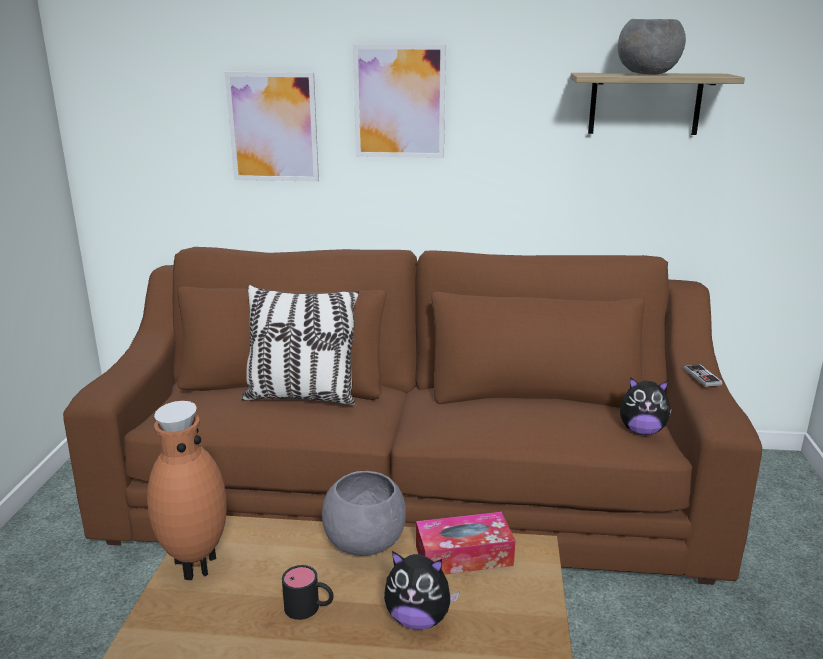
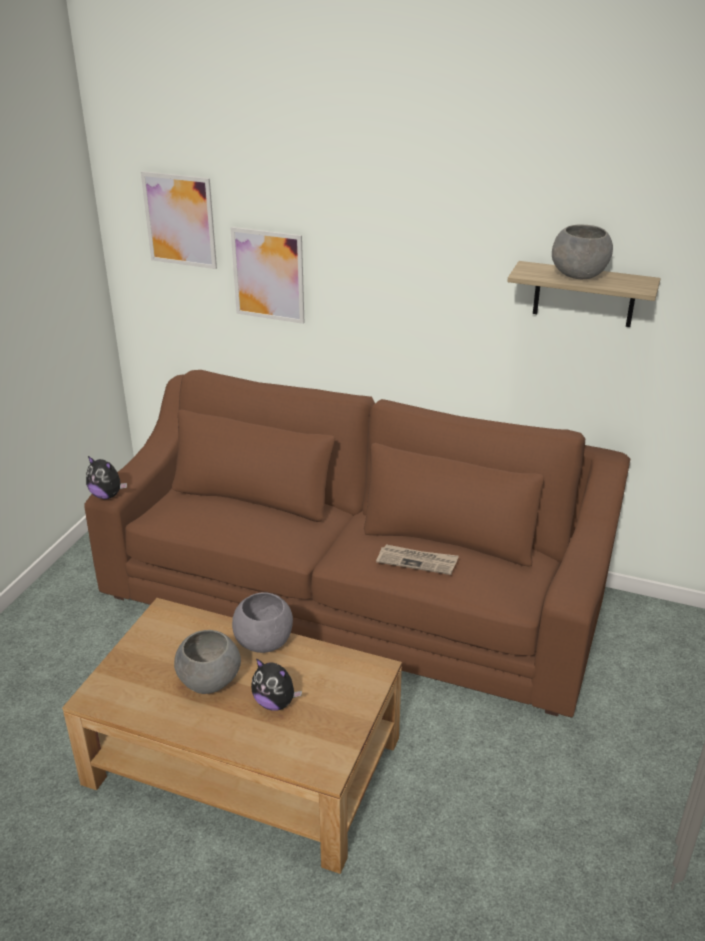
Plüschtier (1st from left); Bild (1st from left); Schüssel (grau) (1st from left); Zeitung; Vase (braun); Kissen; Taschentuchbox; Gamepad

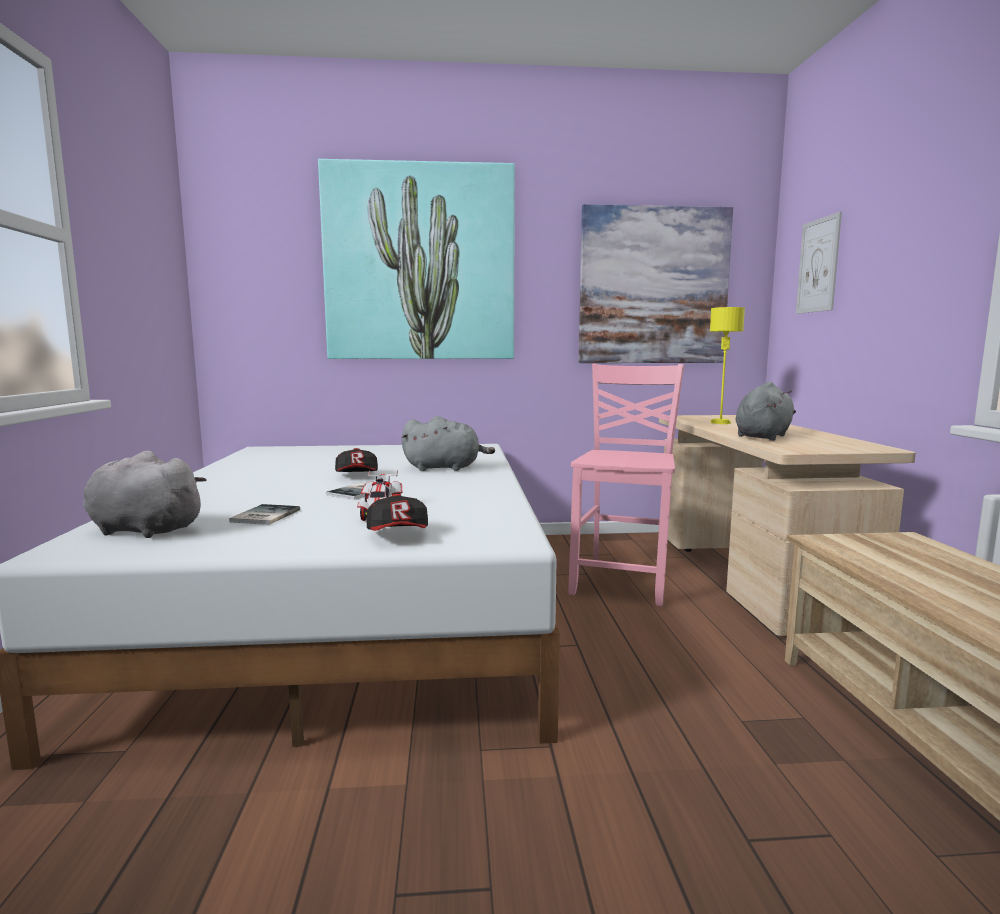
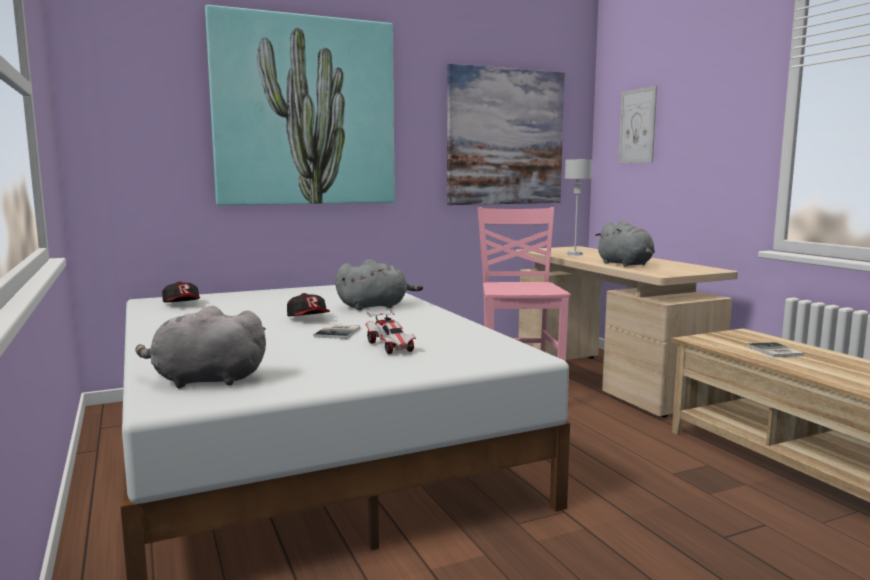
Kappe (1st from left); Tischlampe (grau); Plüschtier (grau) (3rd from left); Buch (2nd from left)

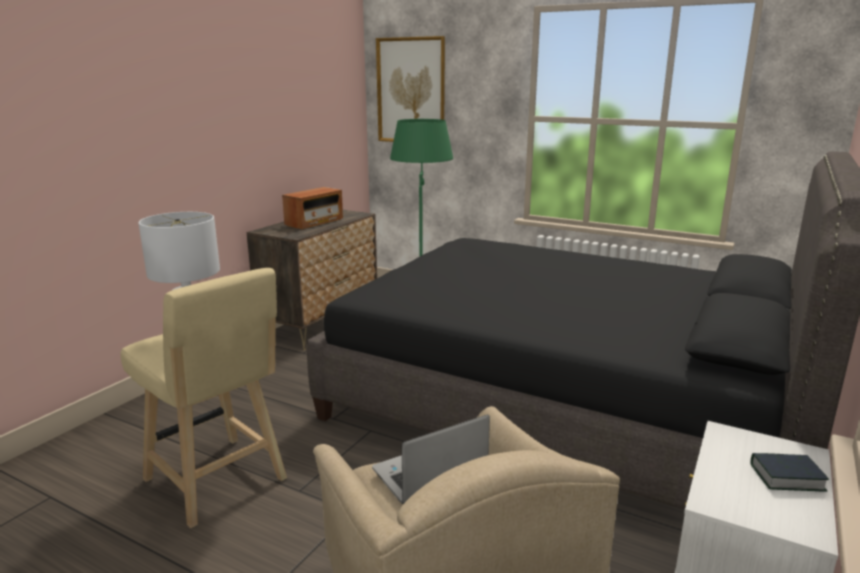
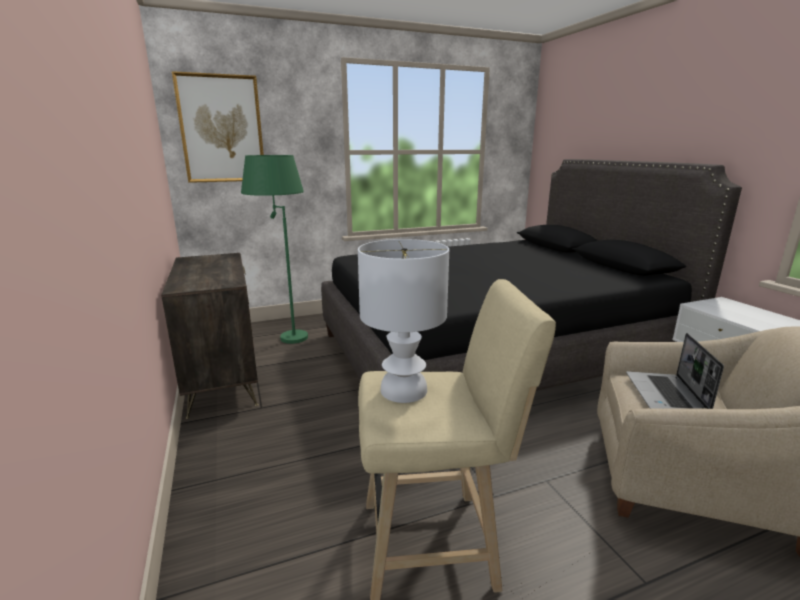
Radio; Buch

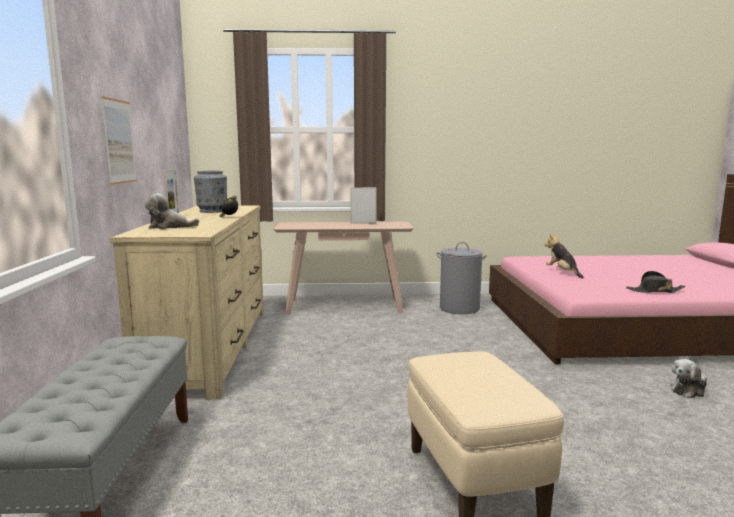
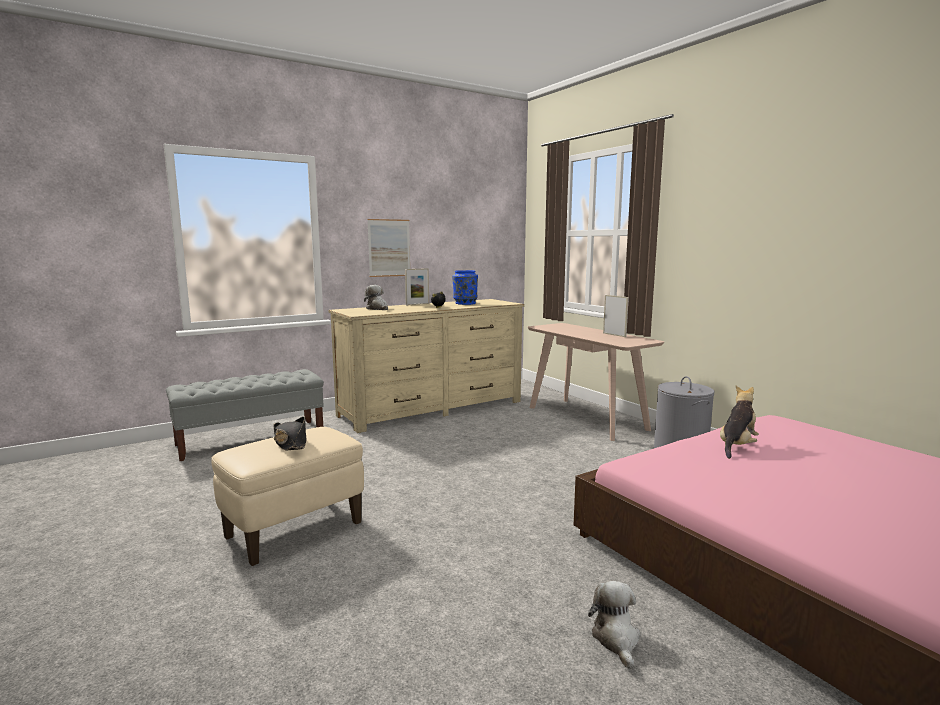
Hut (schwarz); Vase (blau); Plüschtier (2nd from left)

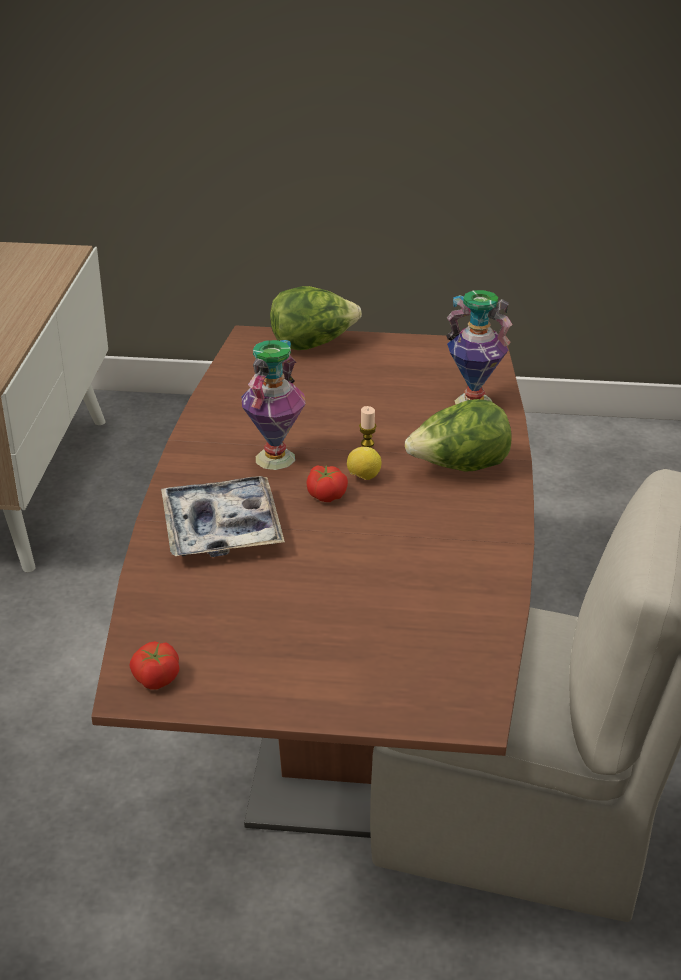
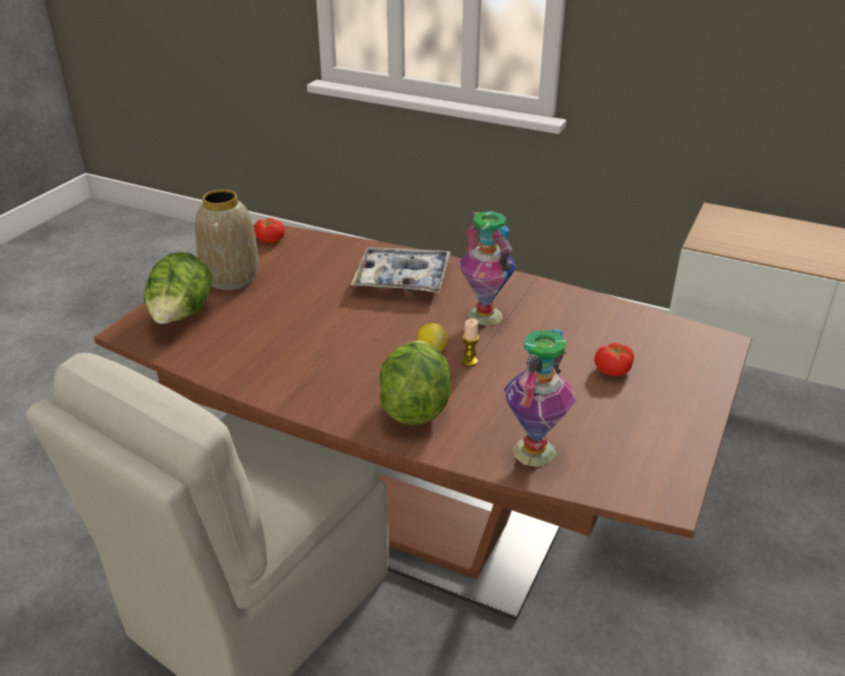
Salatkopf (1st from left); Vase (1st from left); Tomate (2nd from left)

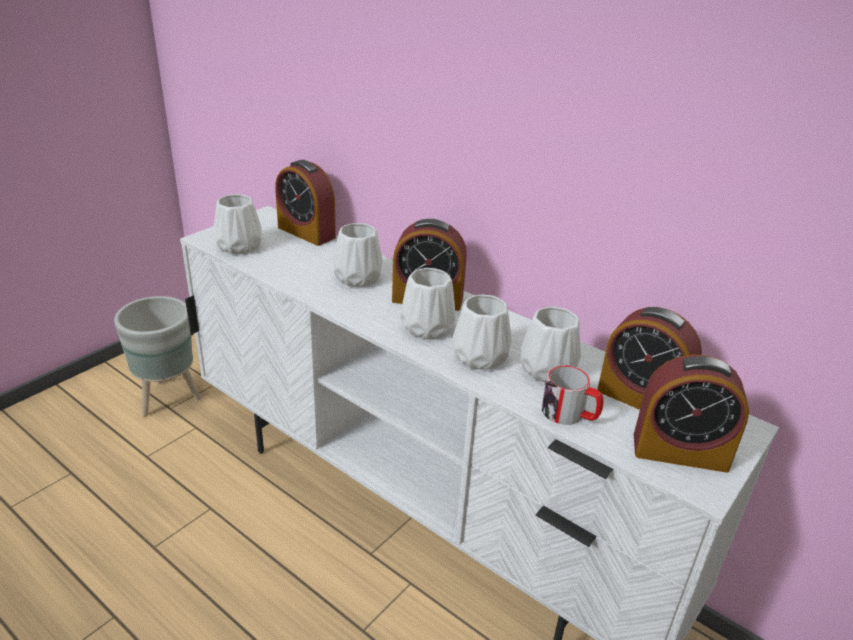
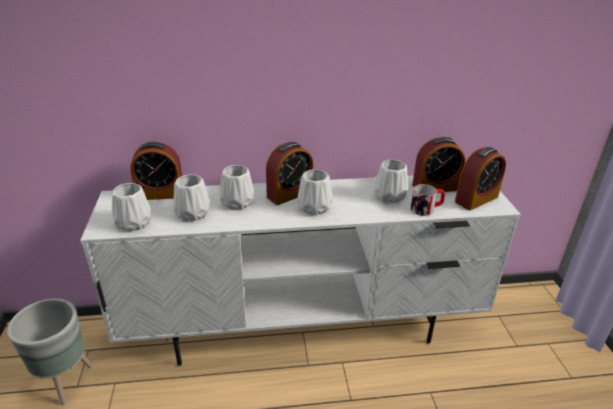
Vase (weiß) (2nd from left)

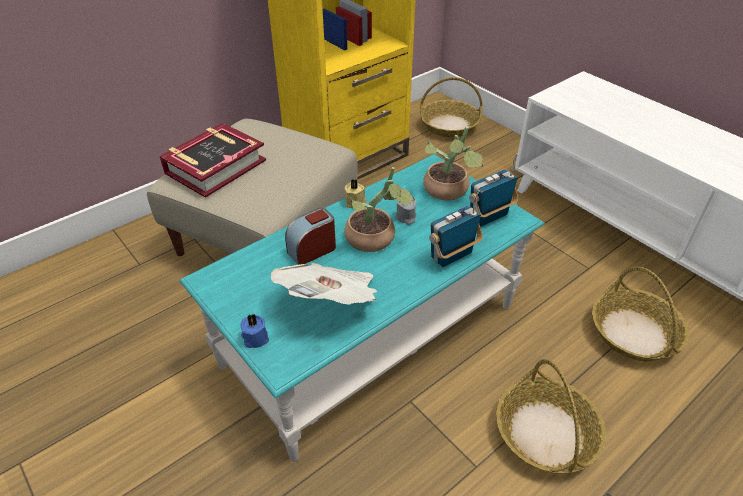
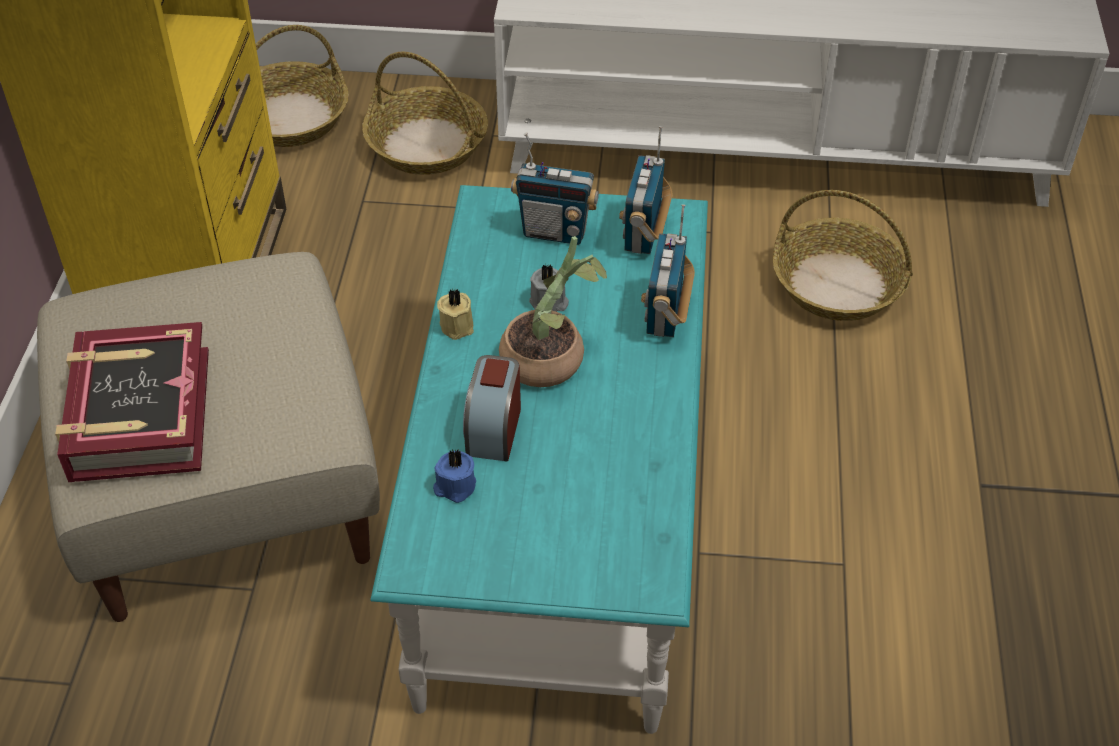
Korb (2nd from left); Kerze (blau); Radio (1st from left); Zeitung

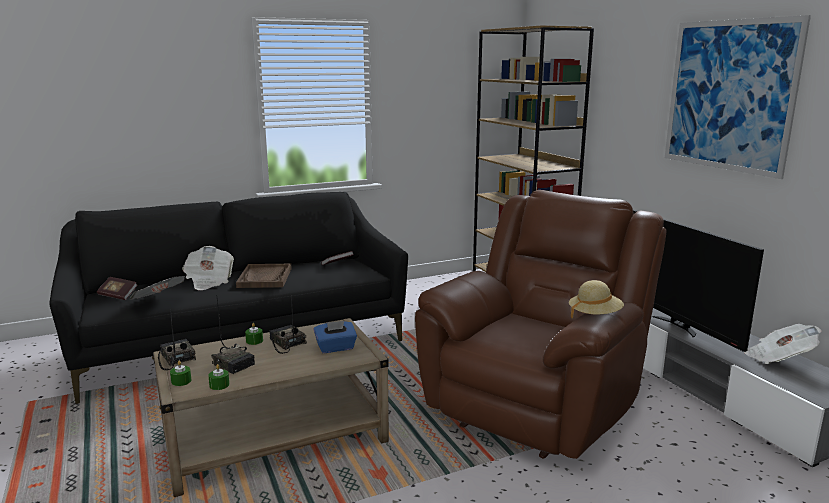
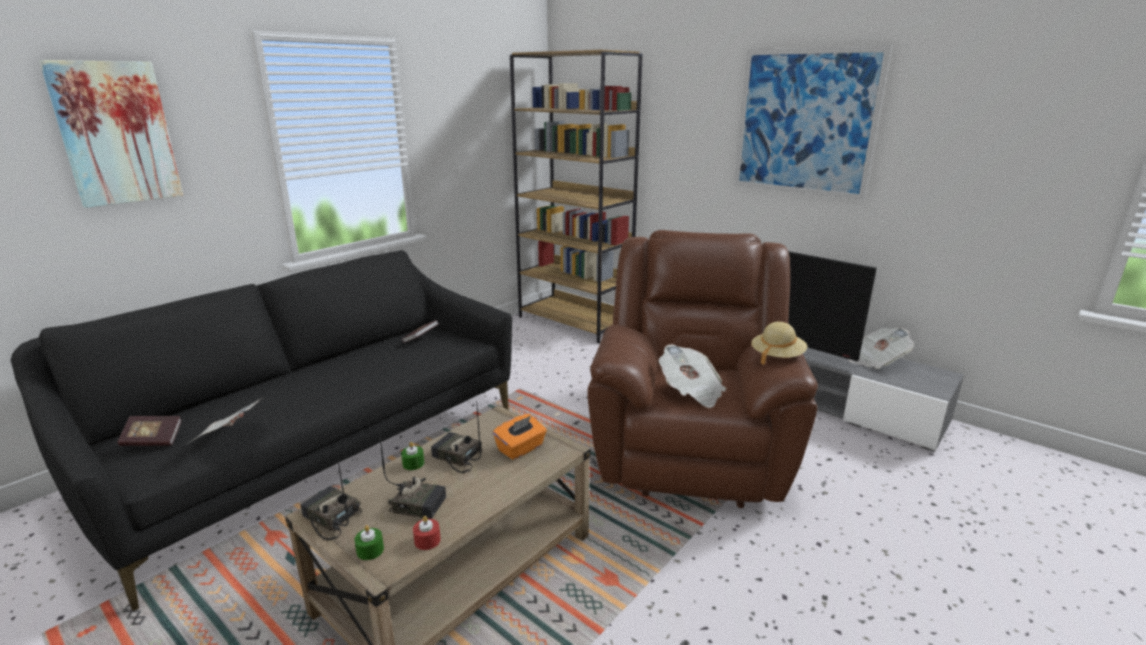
Bild (1st from left); Kerze (rot); Taschentuchbox (orange); Zeitung (2nd from left); Tablett (braun)

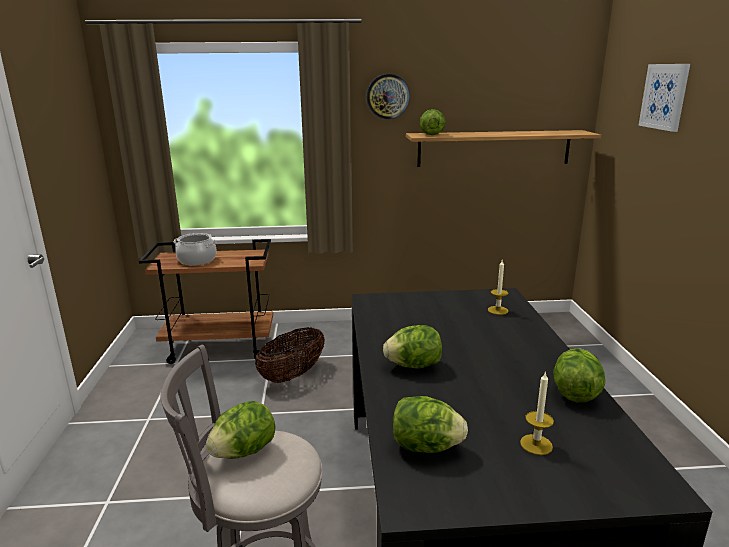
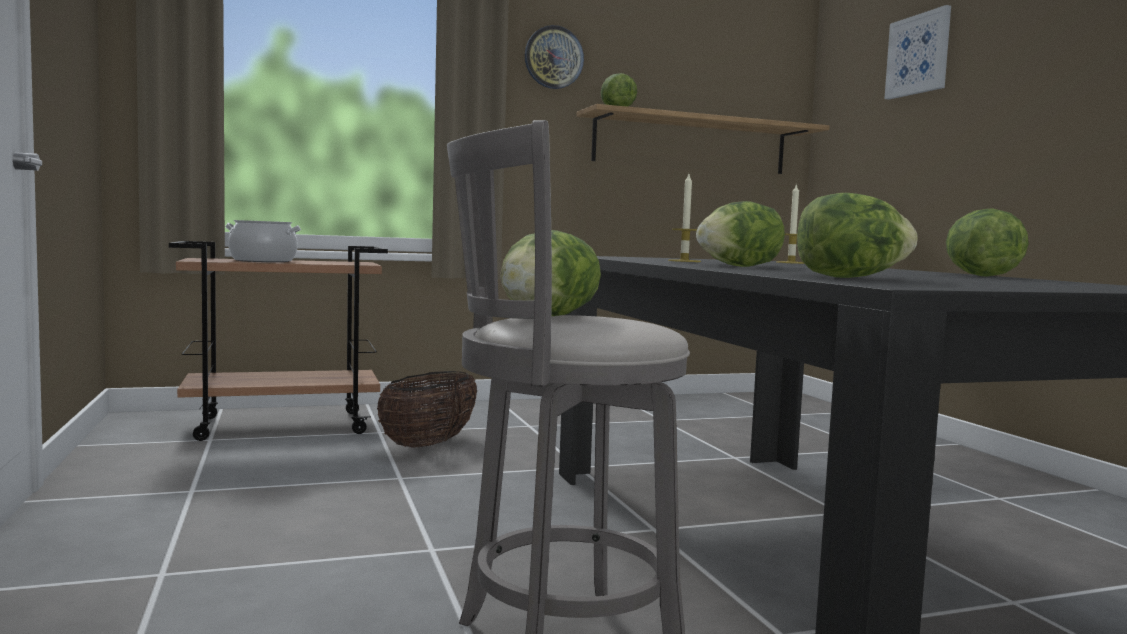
Kerze (1st from left)

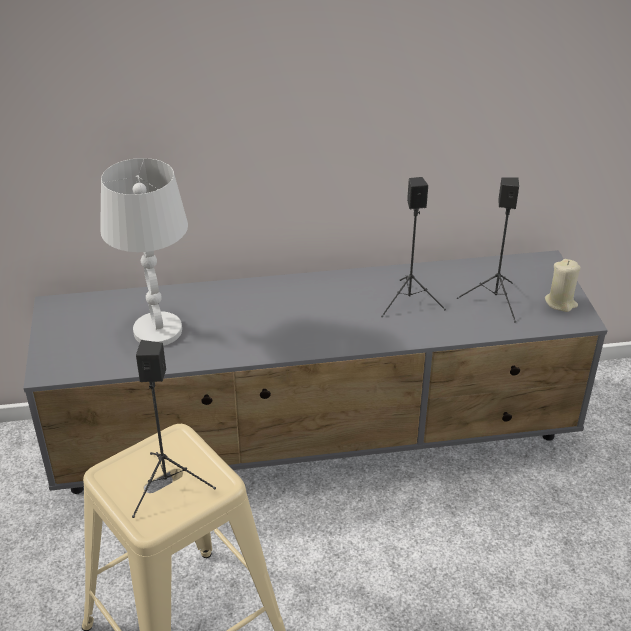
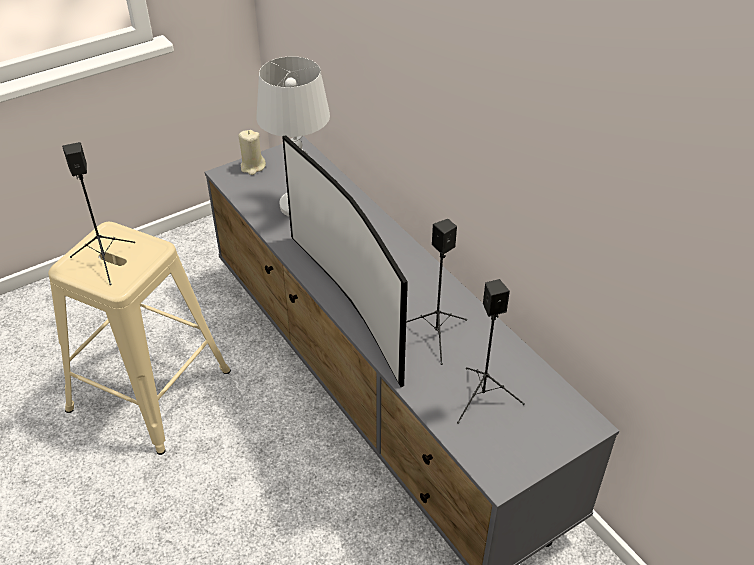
Kerze (beige); Fernseher

